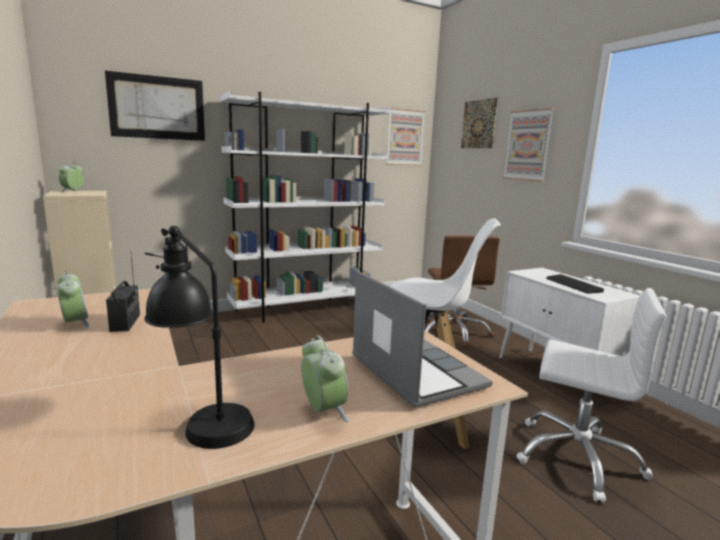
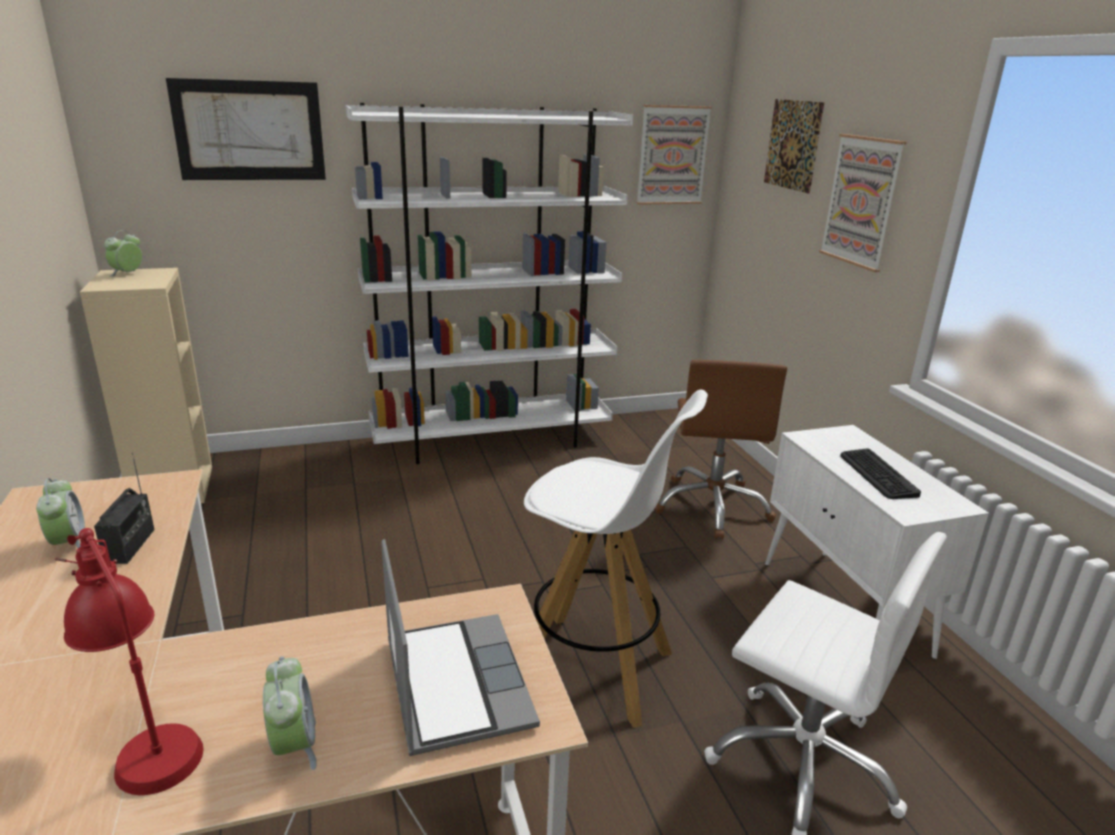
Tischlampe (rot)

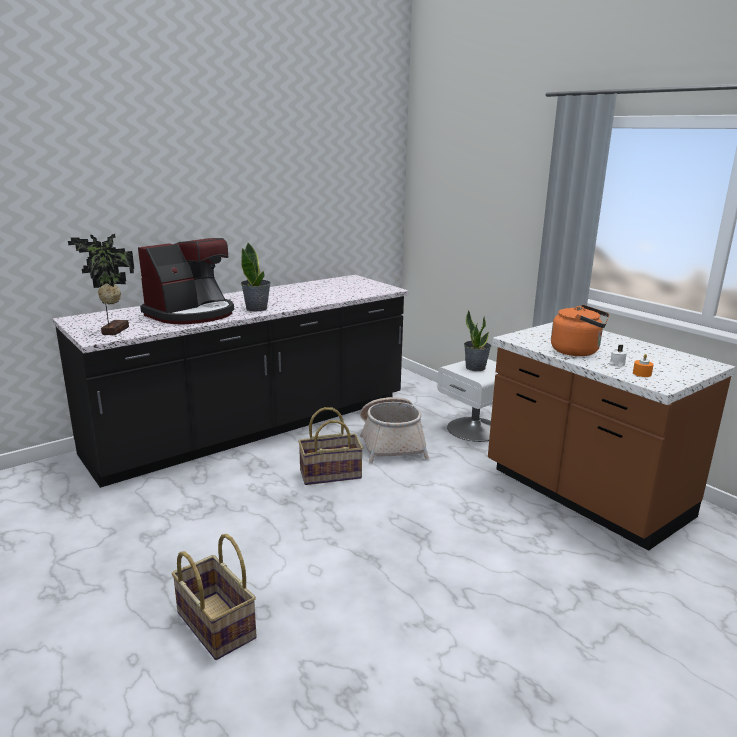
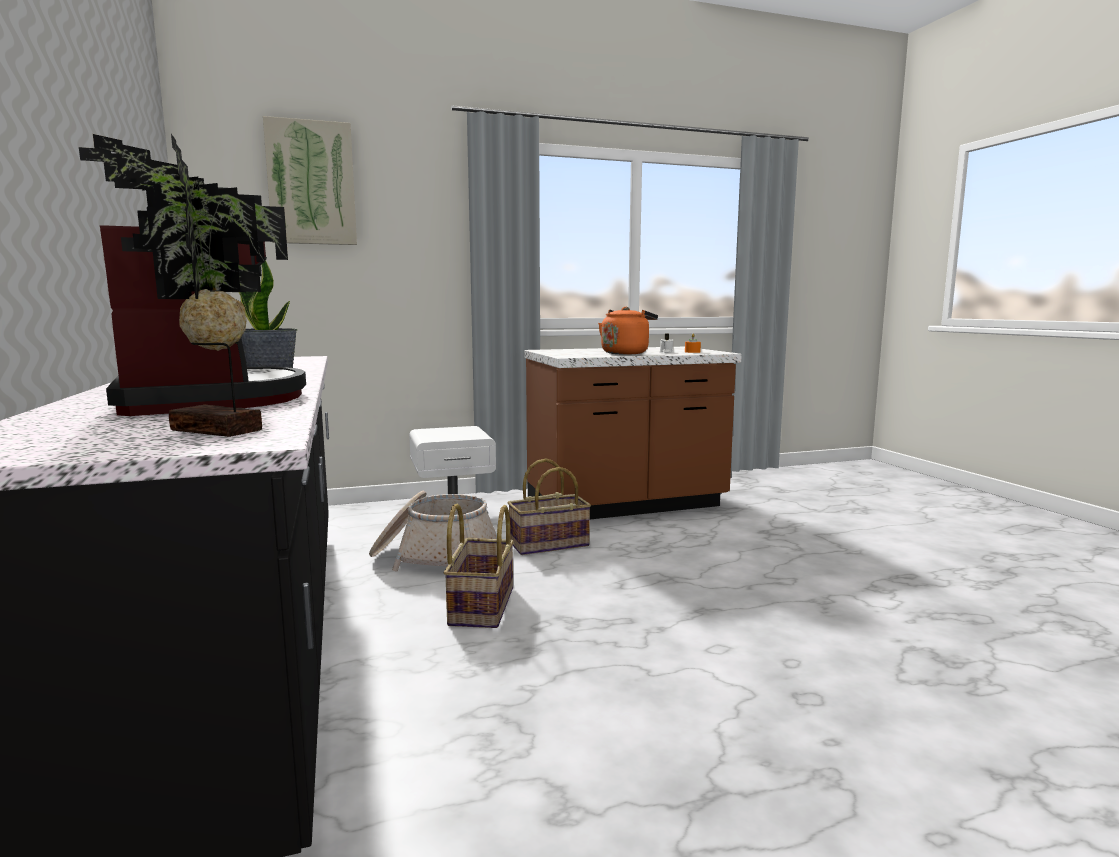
Bild; Korb (3rd from left); Topfpflanze (3rd from left in the first image)

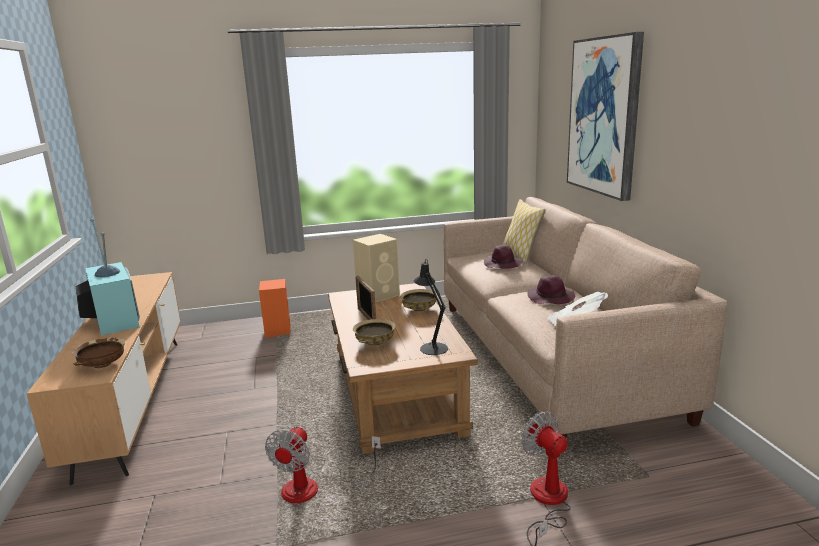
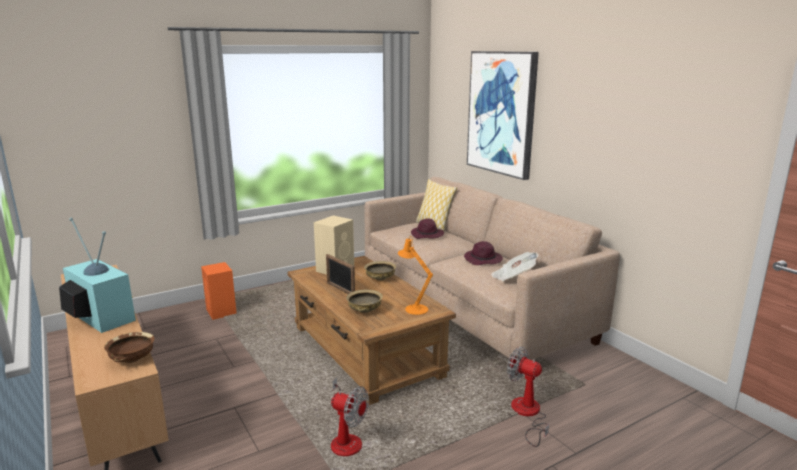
Ventilator (1st from left); Tischlampe (orange)

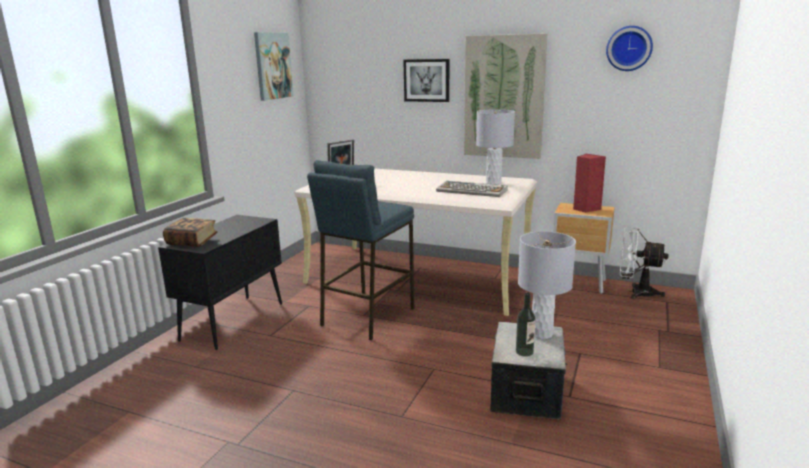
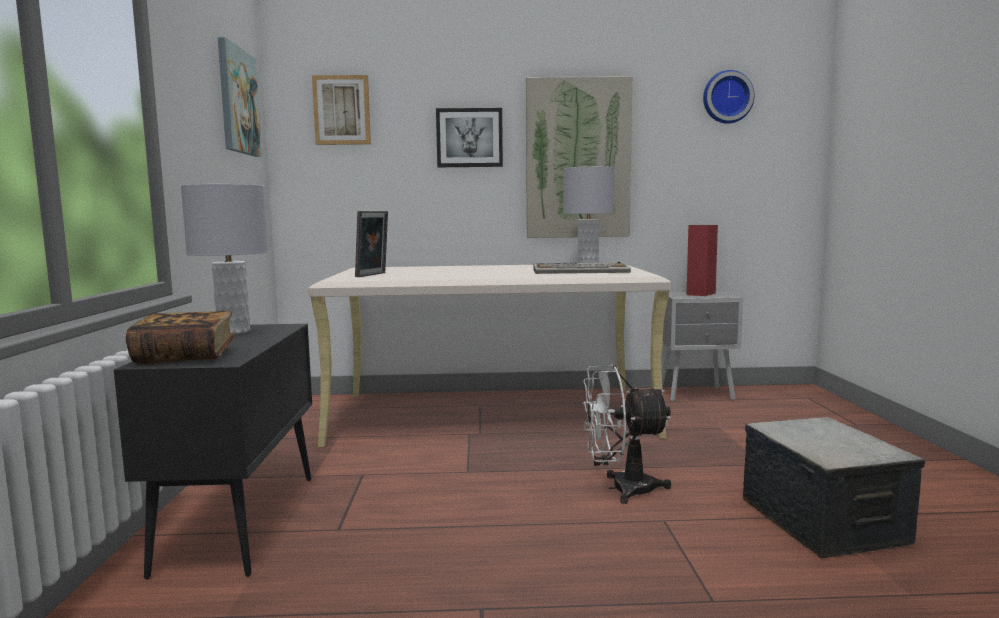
Tischlampe (grau) (1st from left); Bild (2nd from left); Ventilator (weiß); Nachttisch (grau); Hocker (blau); Flasche

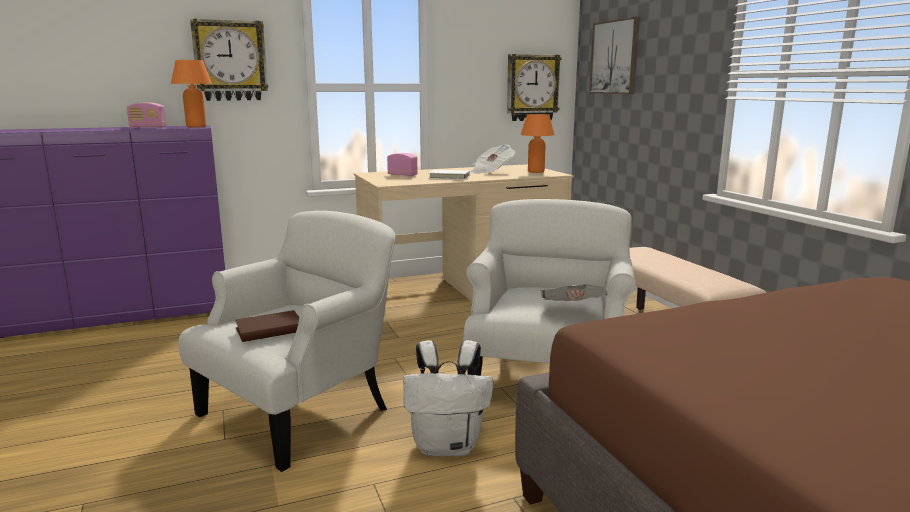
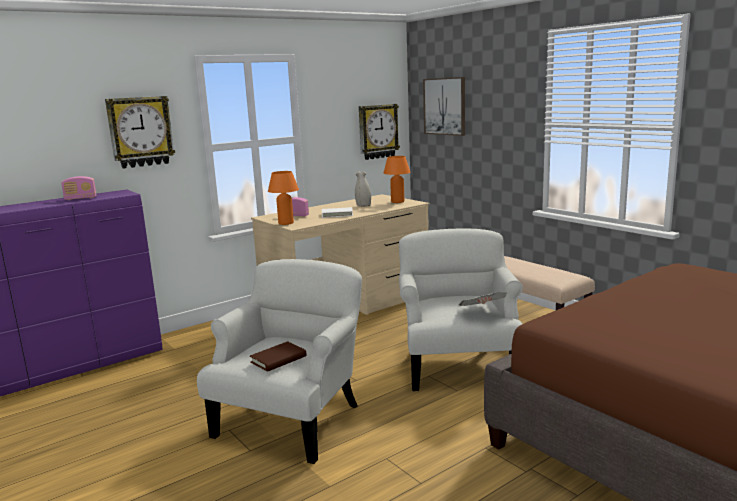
Tischlampe (orange) (1st from left); Vase (weiß); Rucksack (weiß)

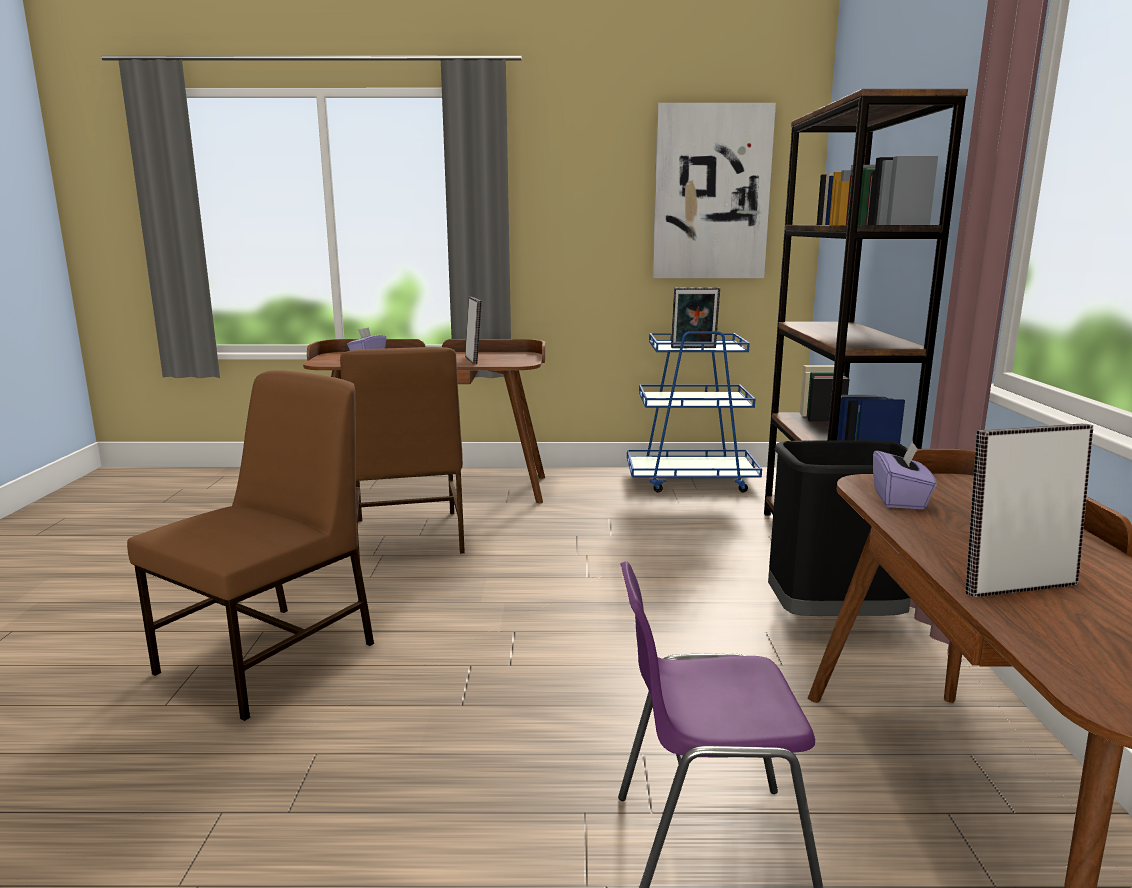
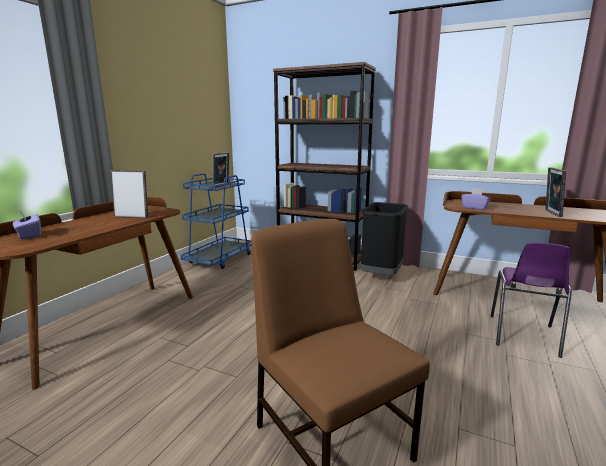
Stuhl (braun) (2nd from left in the first image); Bild

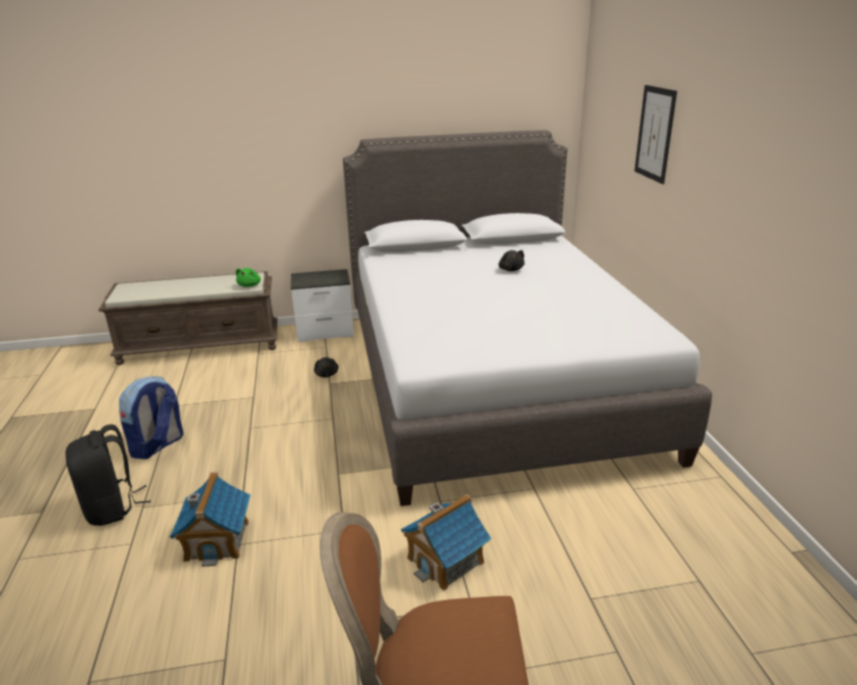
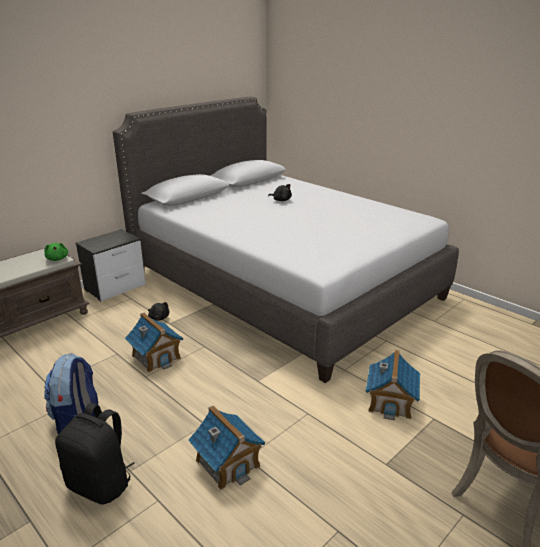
Spielzeughaus (1st from left); Bild

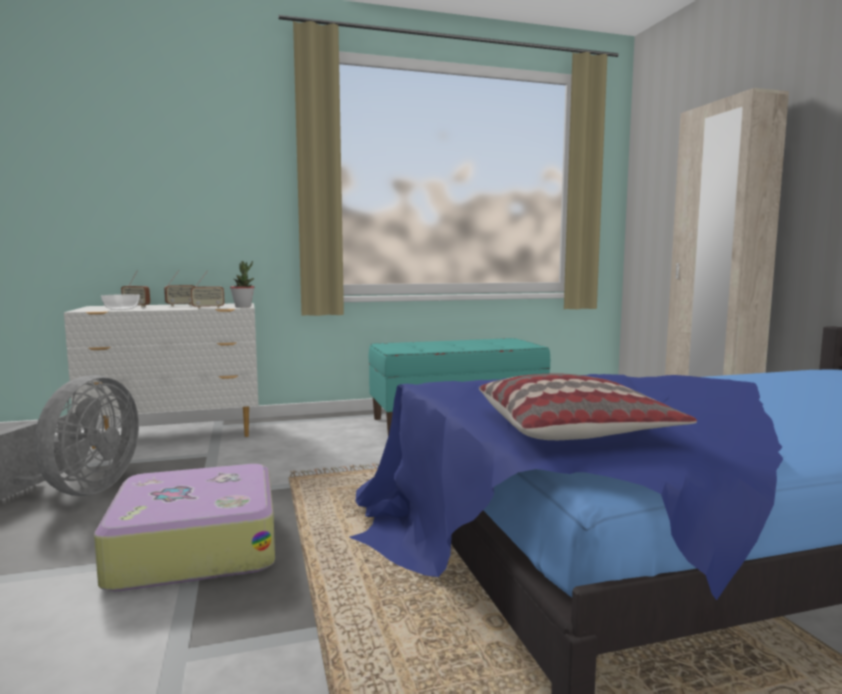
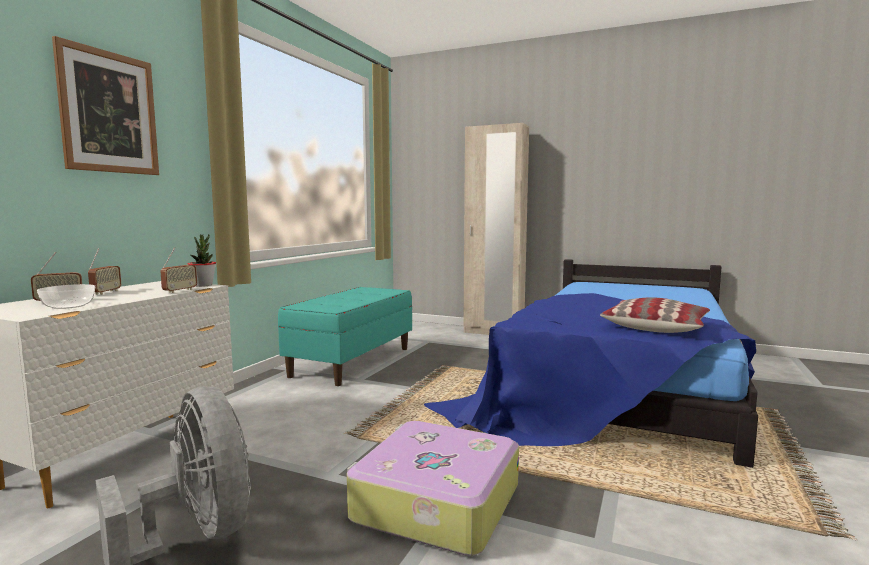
Bild

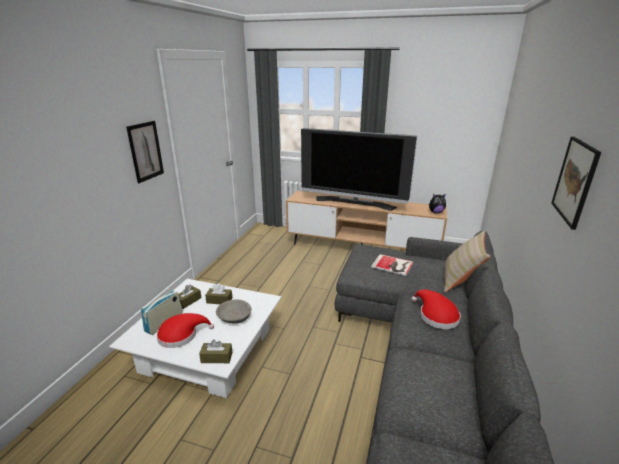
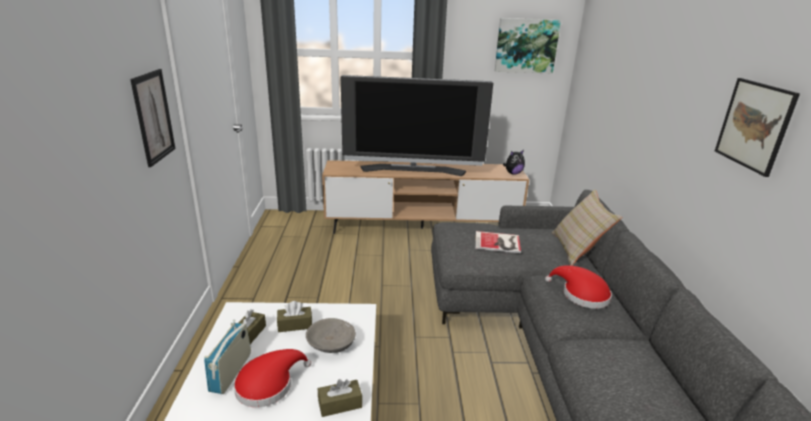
Bild (2nd from left)

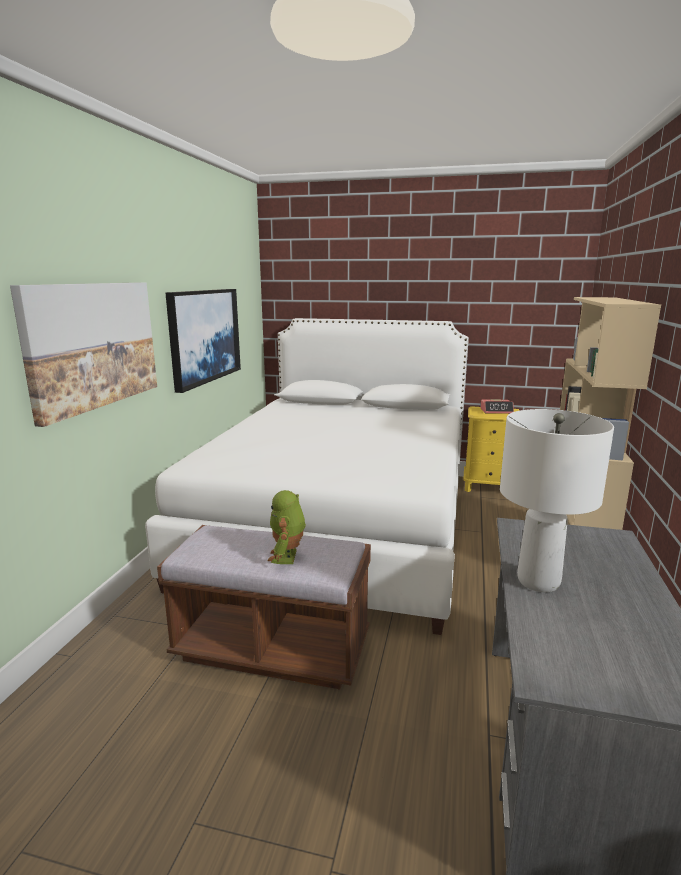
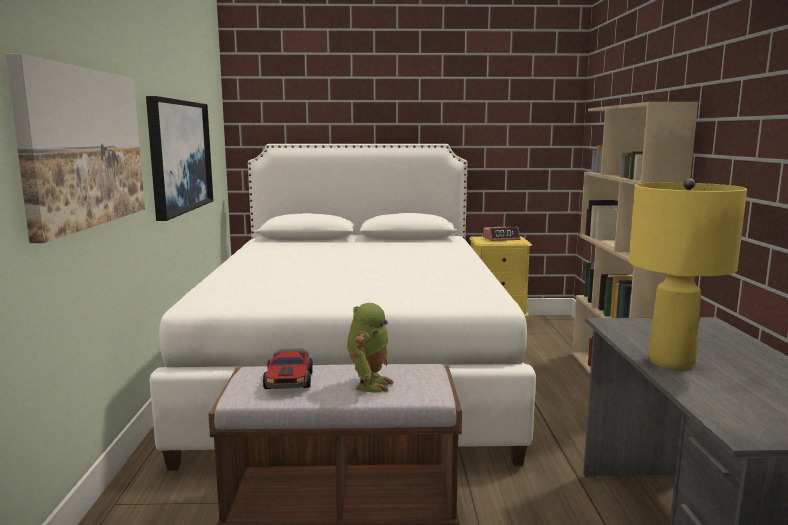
Spielzeugauto; Spielzeugroboter; Tischlampe (gelb)

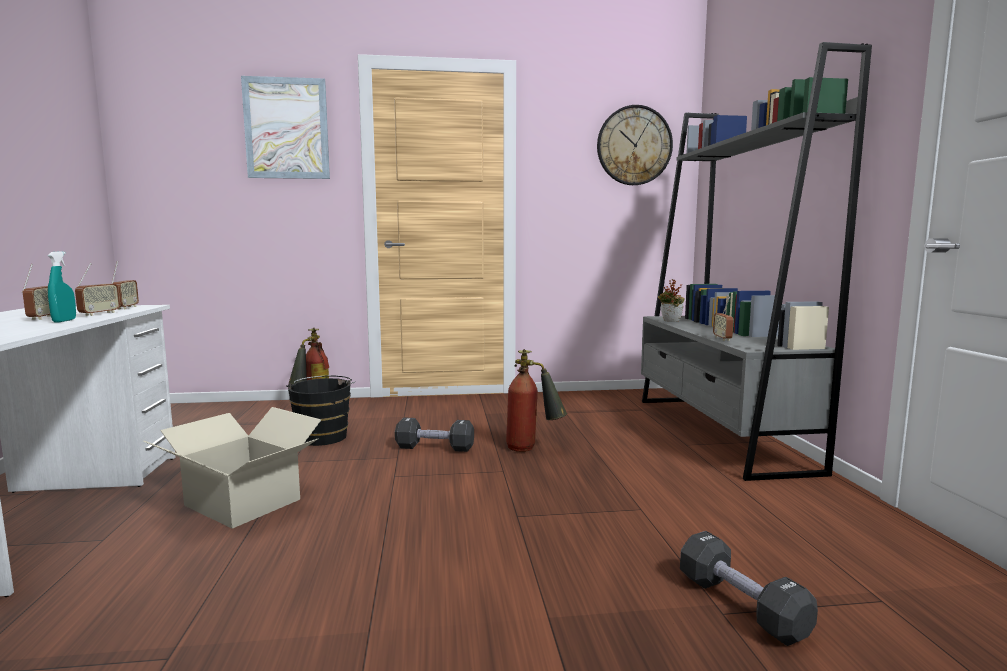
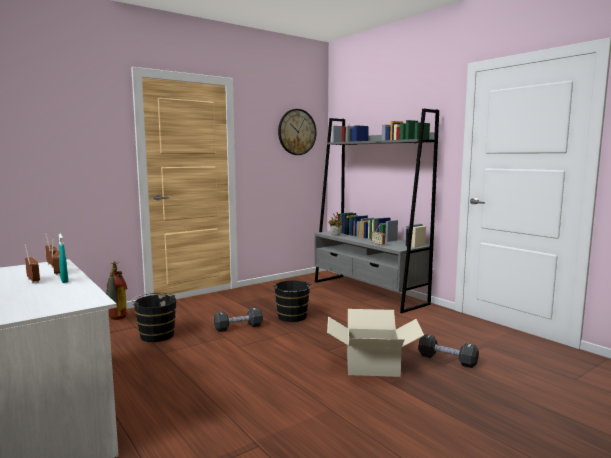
Eimer (schwarz) (2nd from left); Karton; Bild

